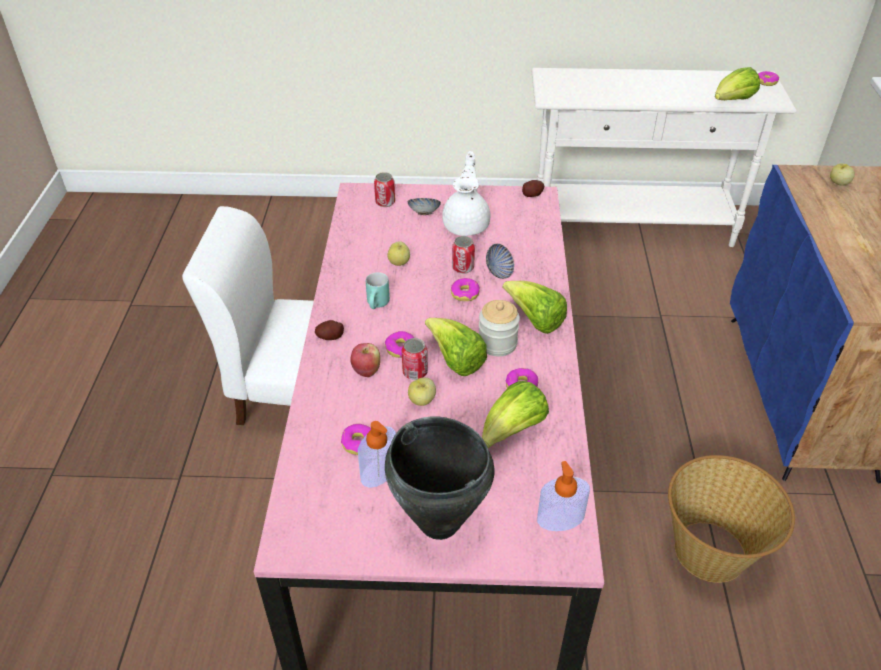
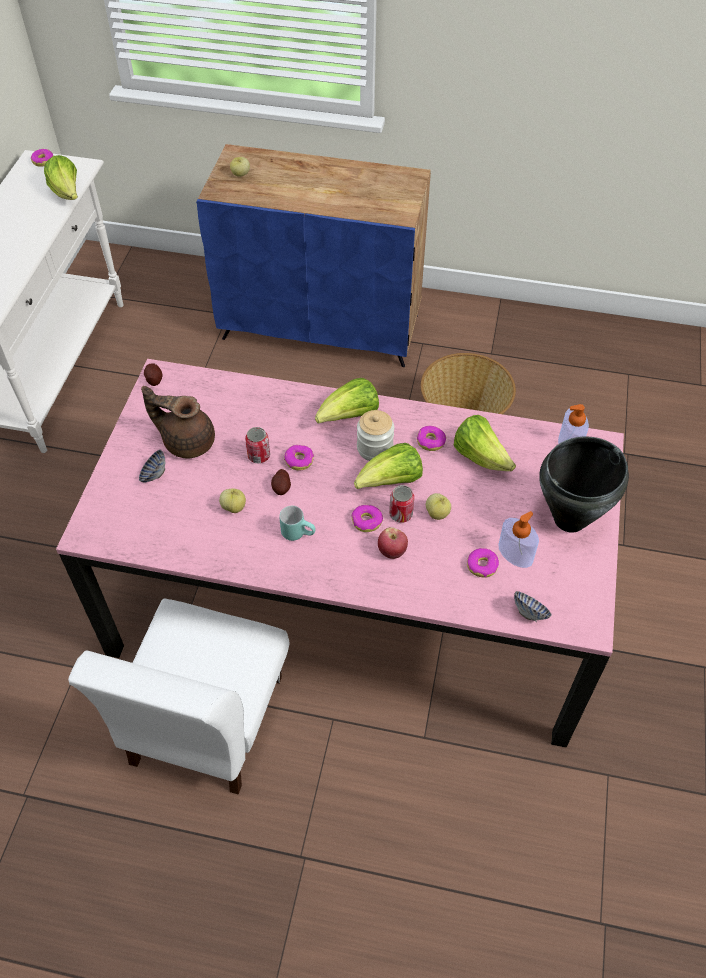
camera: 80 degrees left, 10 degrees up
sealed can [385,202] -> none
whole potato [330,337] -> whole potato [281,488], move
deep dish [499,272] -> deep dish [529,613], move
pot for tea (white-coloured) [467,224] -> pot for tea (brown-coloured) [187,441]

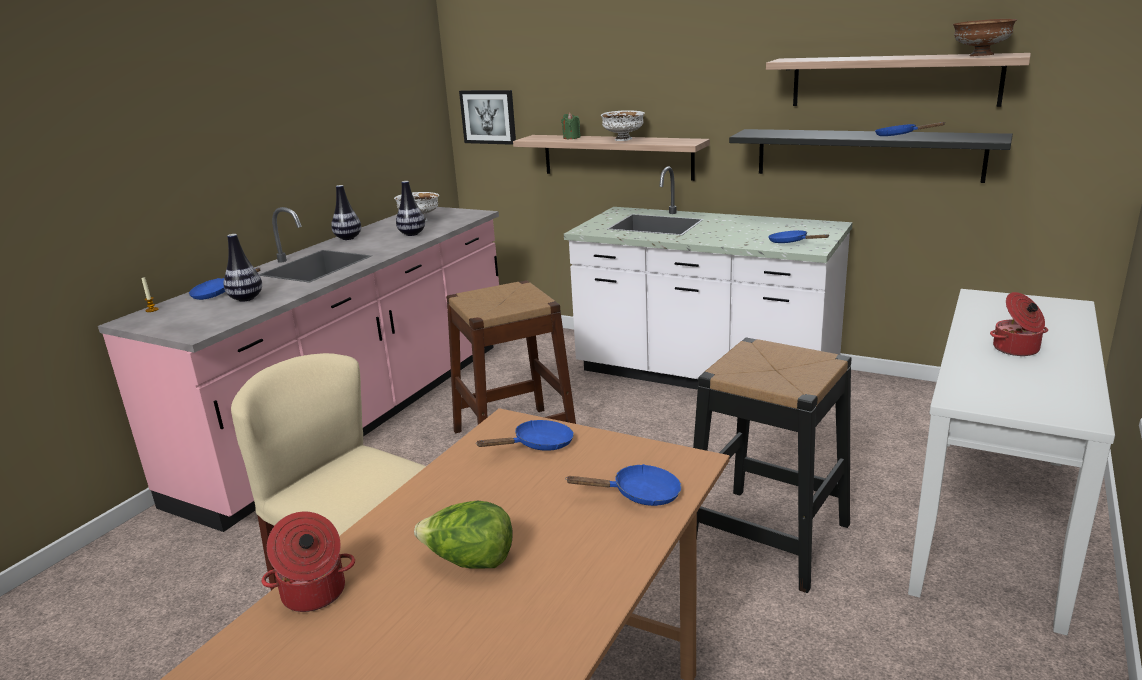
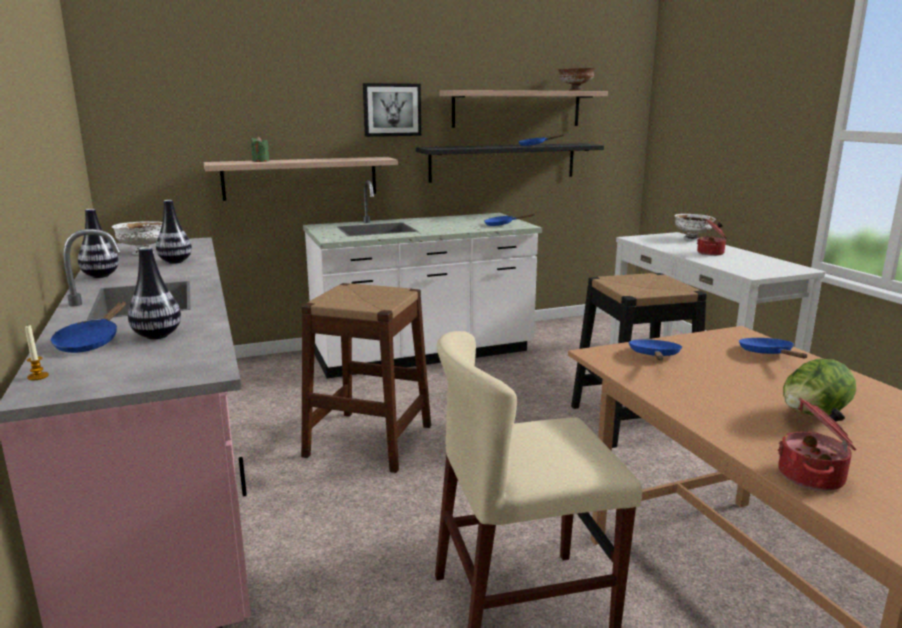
camera: 50 degrees left, 5 degrees down
wall picture [488,117] -> wall picture [392,110], move
deep dish (white-coloured) [623,139] -> deep dish (white-coloured) [692,238], move
frying pan (bluish) [639,495] -> frying pan (bluish) [768,354], 45 degrees counterclockwise

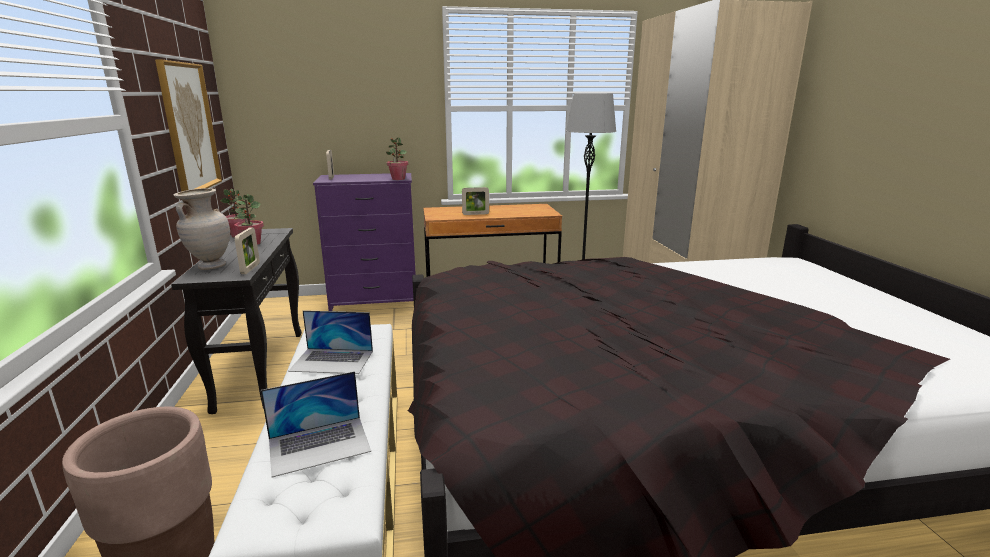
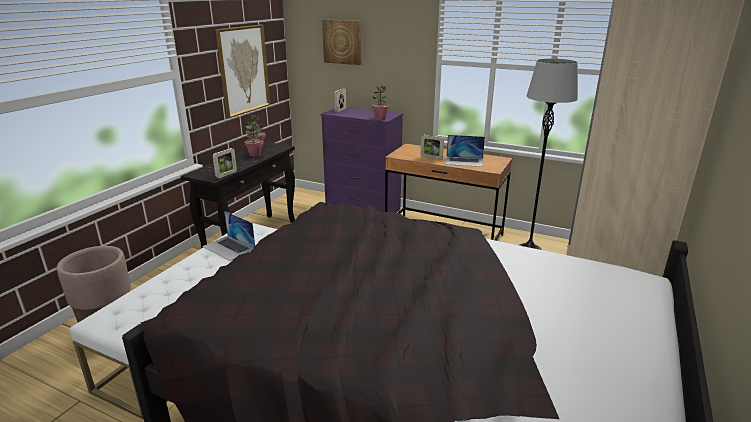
camera: 35 degrees right, 5 degrees up
flower vase (sand-coloured) [211,266] -> none
none -> wall picture [342,42]
notebook computer [319,445] -> notebook computer [464,161], move

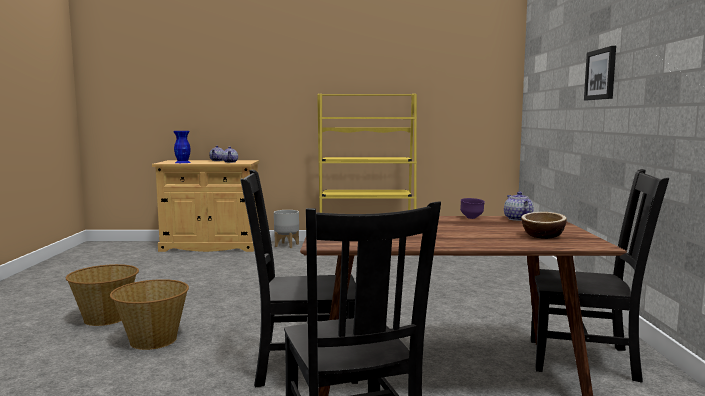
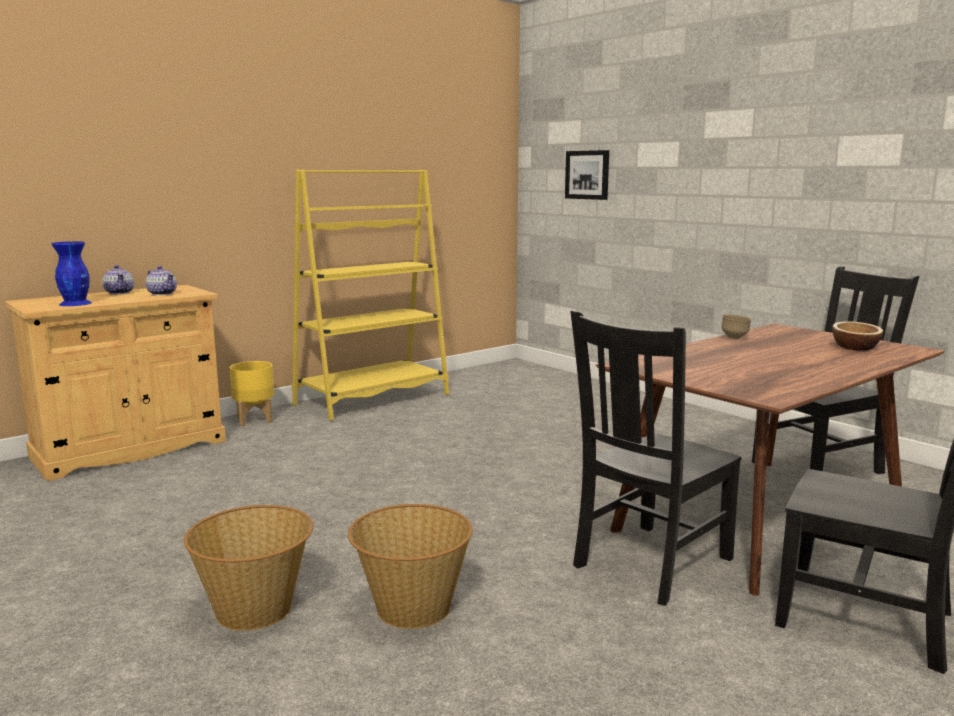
camera: 40 degrees left, 5 degrees up
pot for tea [518,219] -> none
wall picture [601,74] -> wall picture [587,175], move
planter (gray) [287,245] -> planter (yellow-coloured) [254,420]
deep dish (purple-coloured) [472,218] -> deep dish (brown-coloured) [735,338]

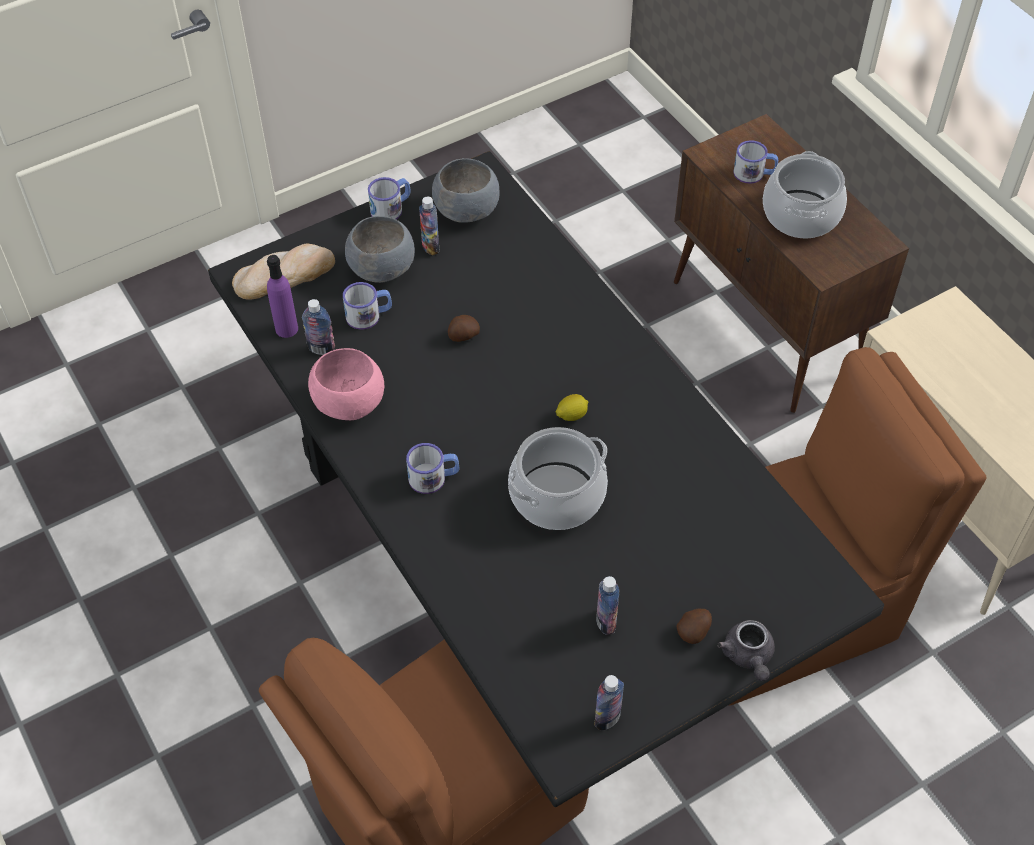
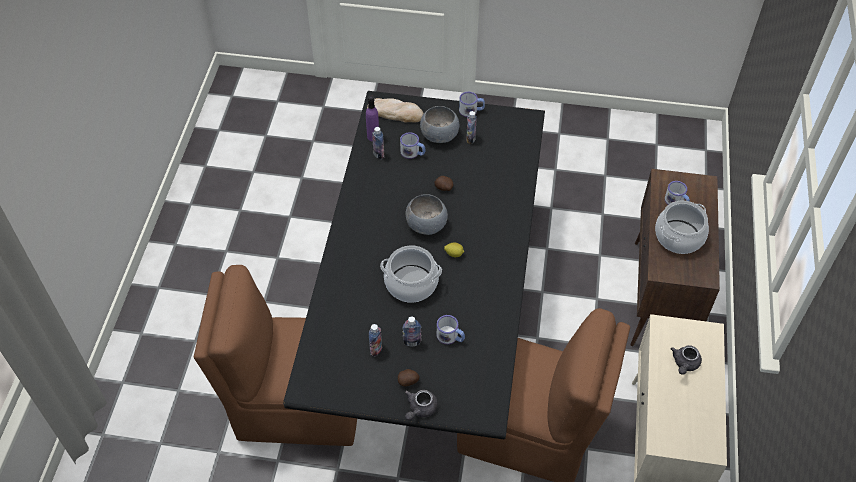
camera: 40 degrees right, 0 degrees up
deep dish (pinkish) [350,403] -> none
none -> pot for tea (gray) [684,364]
coffee mug [434,477] -> coffee mug [450,337], move
deep dish (gray) [468,210] -> deep dish (gray) [427,225], move
bottle [607,718] -> bottle [412,342], move

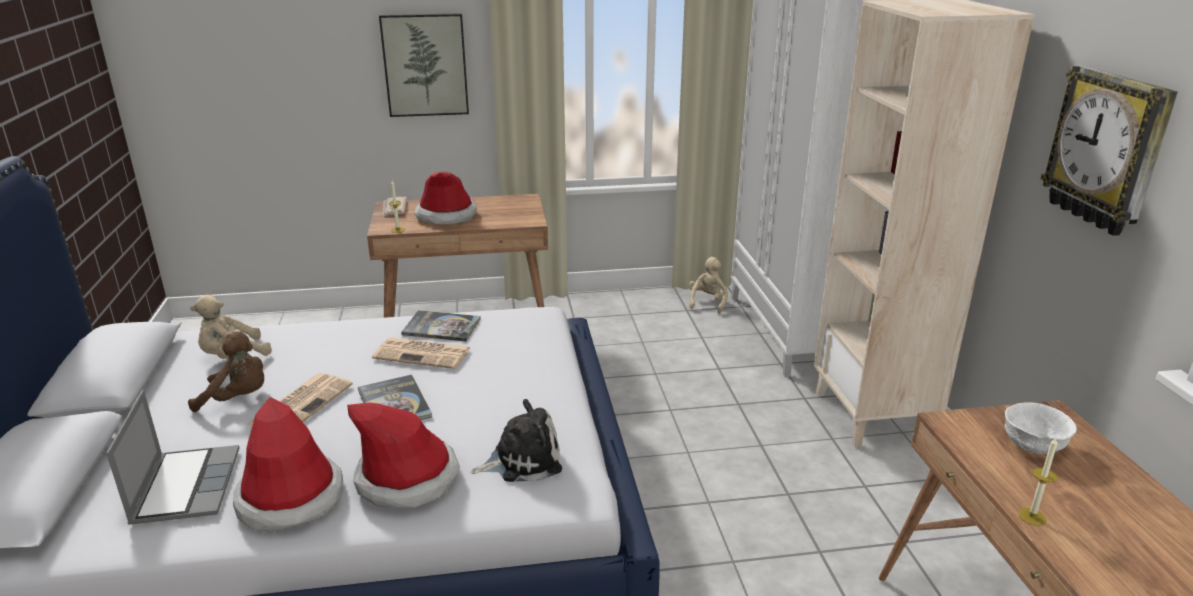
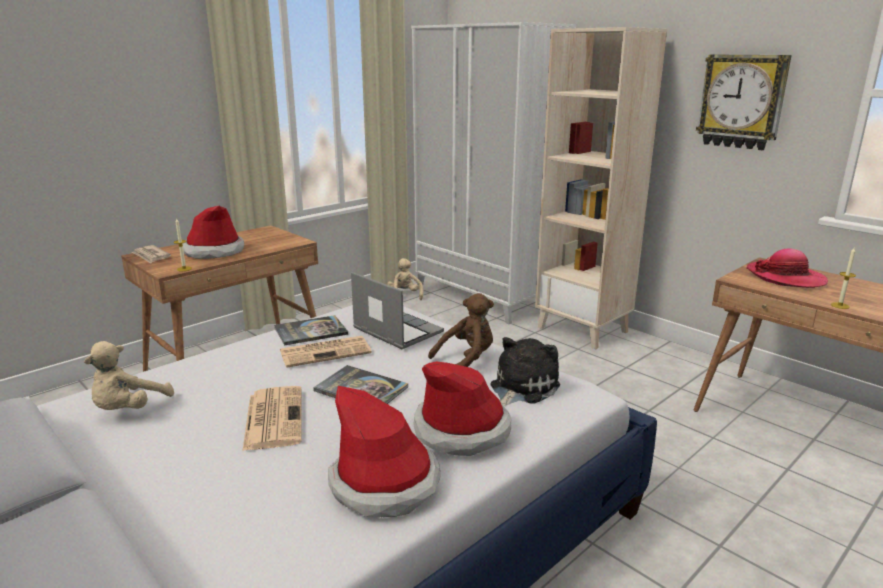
camera: 35 degrees left, 5 degrees down
wall picture [425,65] -> none
notebook computer [185,486] -> notebook computer [396,331], move
cuddly toy (brown-coloured) [238,399] -> cuddly toy (brown-coloured) [466,360], move
deep dish (white-coloured) [1034,445] -> wearable hat [785,278]

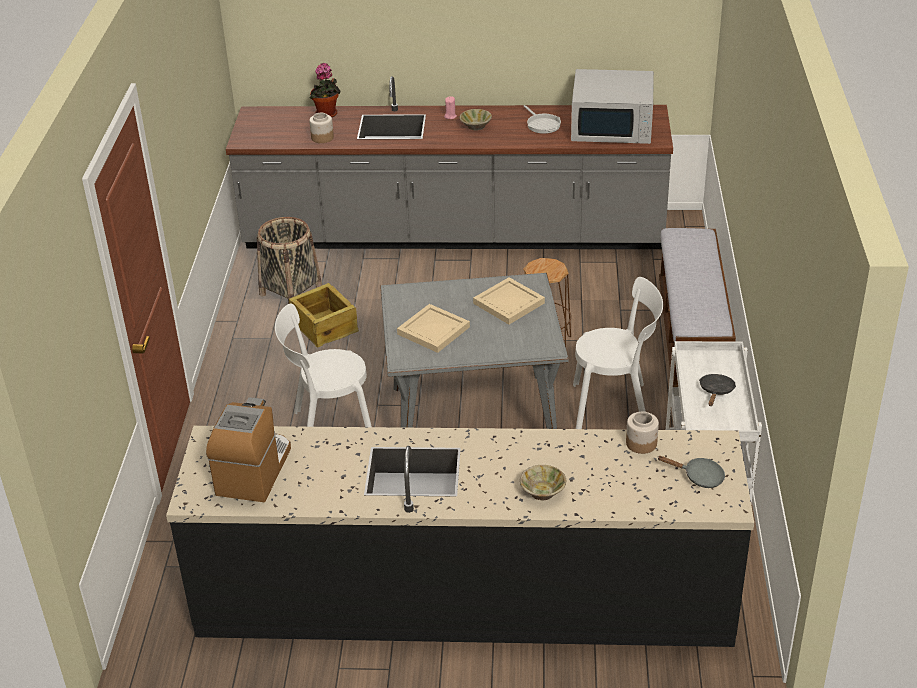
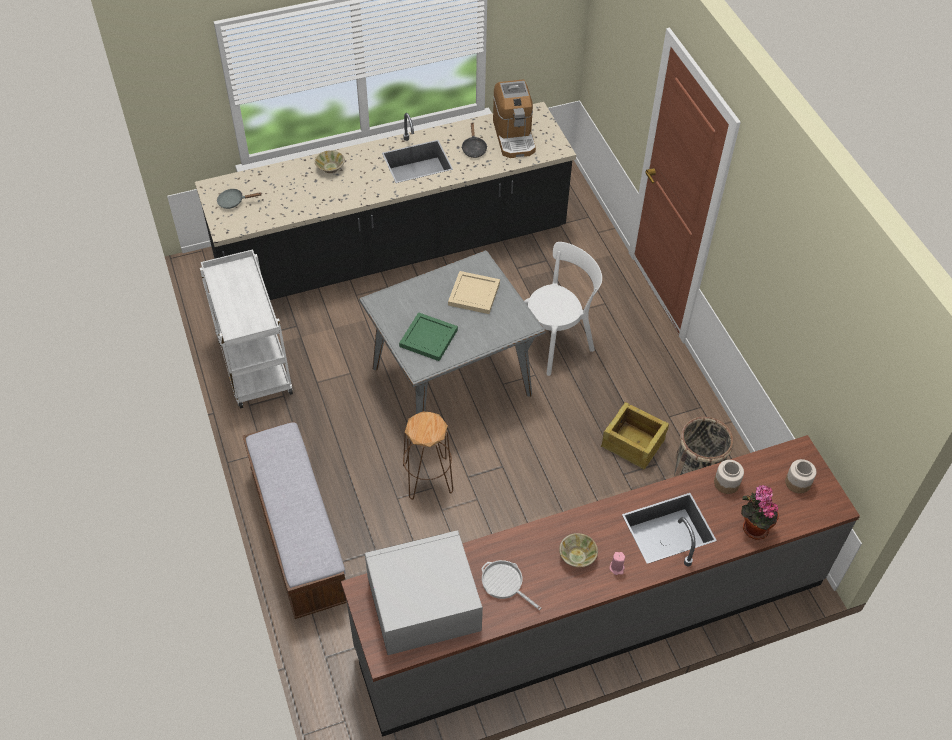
camera: 155 degrees right, 15 degrees up
upright chair (white-coloured) [615,406] -> none
storage jar [641,443] -> storage jar [797,483], move
frying pan (black-coloured) [716,391] -> frying pan (black-coloured) [474,148], move
carrying tray (sand-coloured) [509,304] -> carrying tray (green) [428,337]

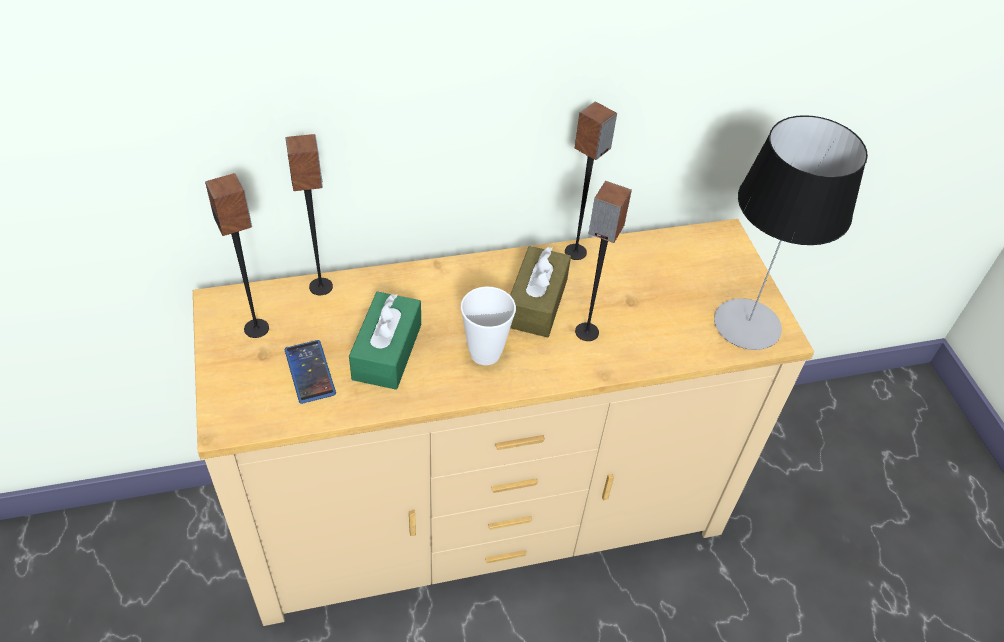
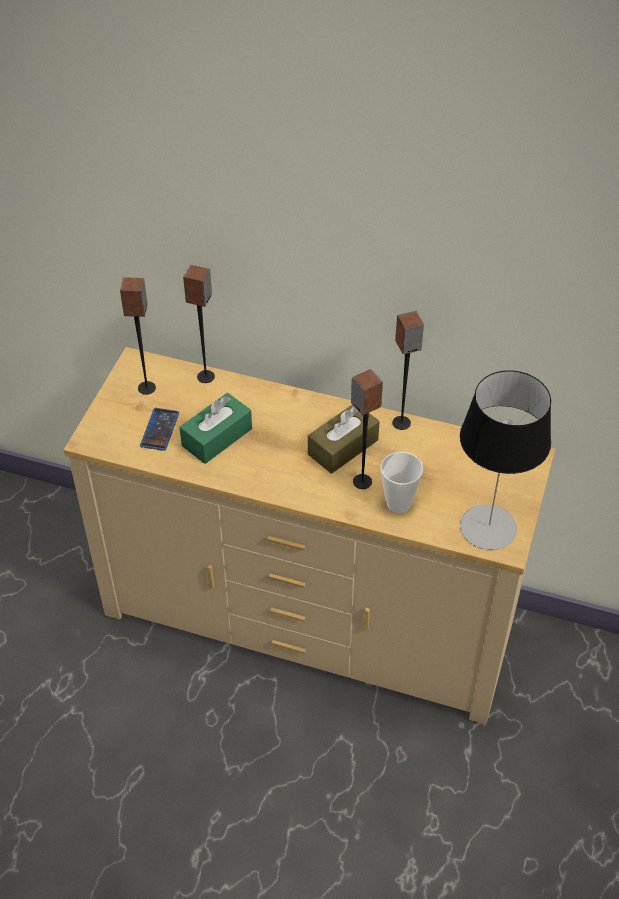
camera: 35 degrees right, 0 degrees up
small cup [485,353] -> small cup [398,503], move

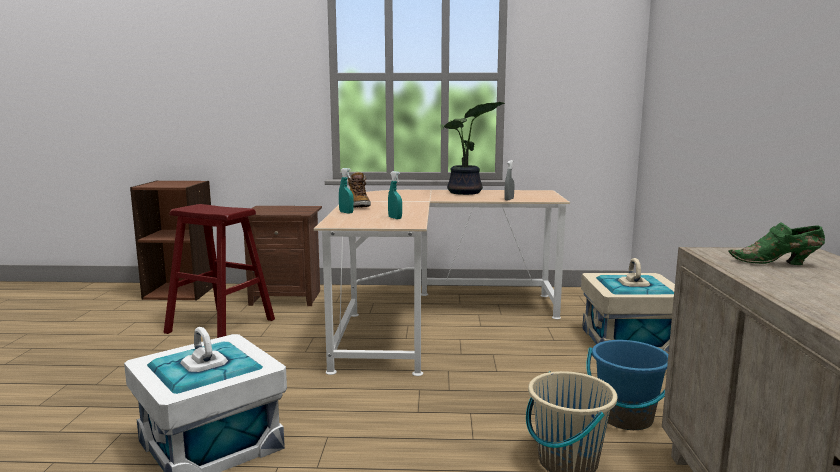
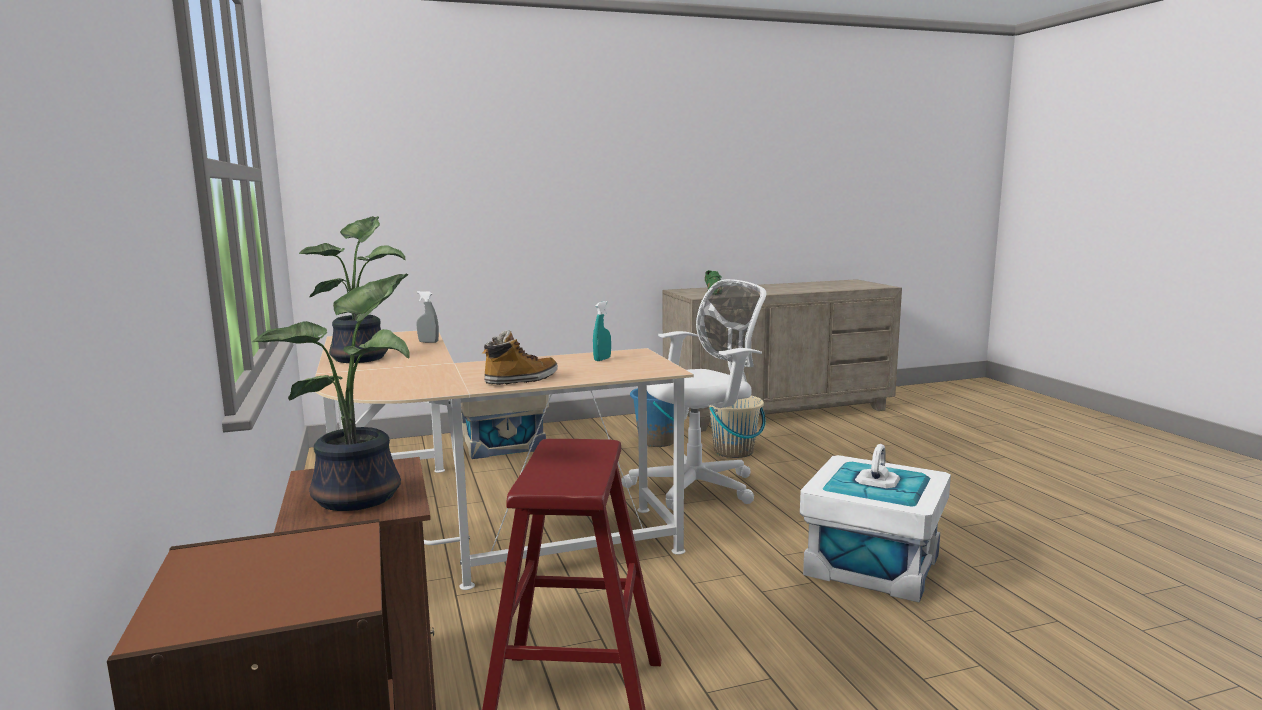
camera: 110 degrees left, 0 degrees up
hand sprayer (turquoise) [346,212] -> none
none -> houseplant [363,496]
none -> computer chair (white-coloured) [699,487]

